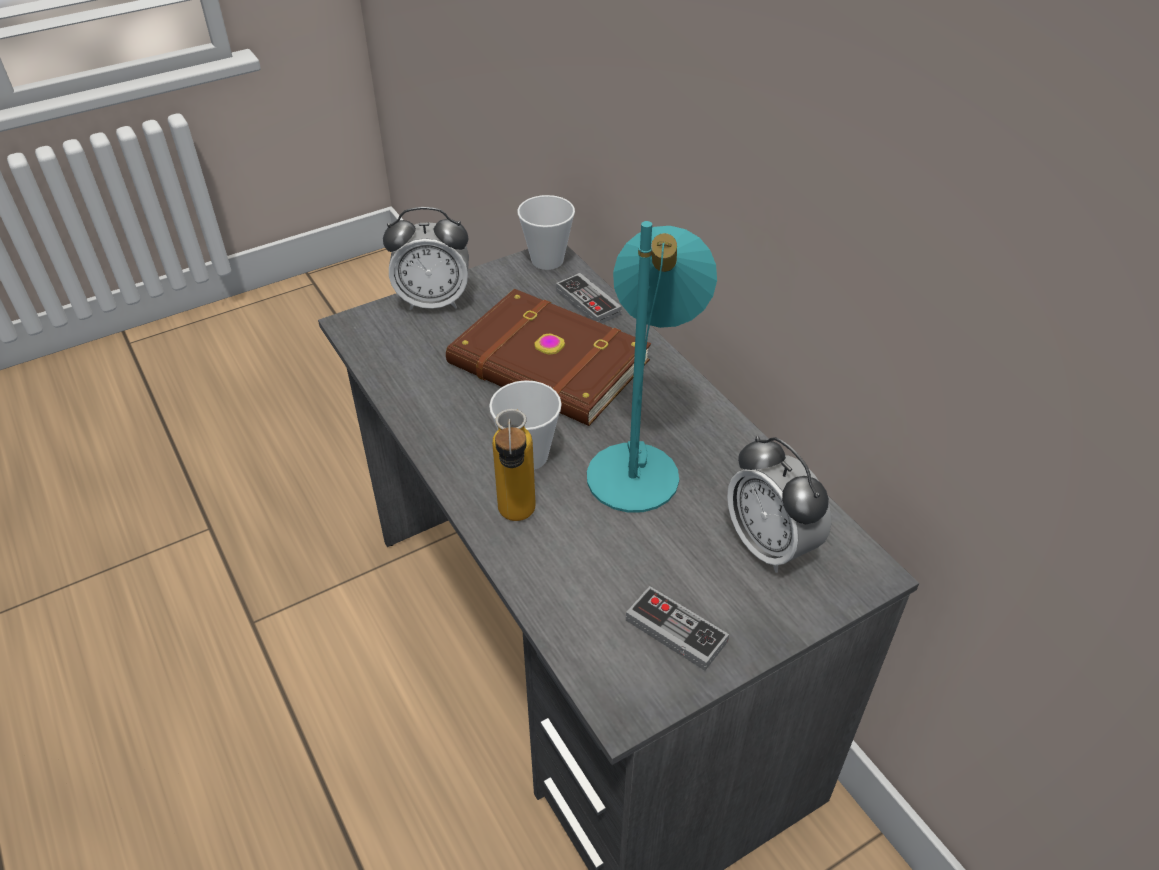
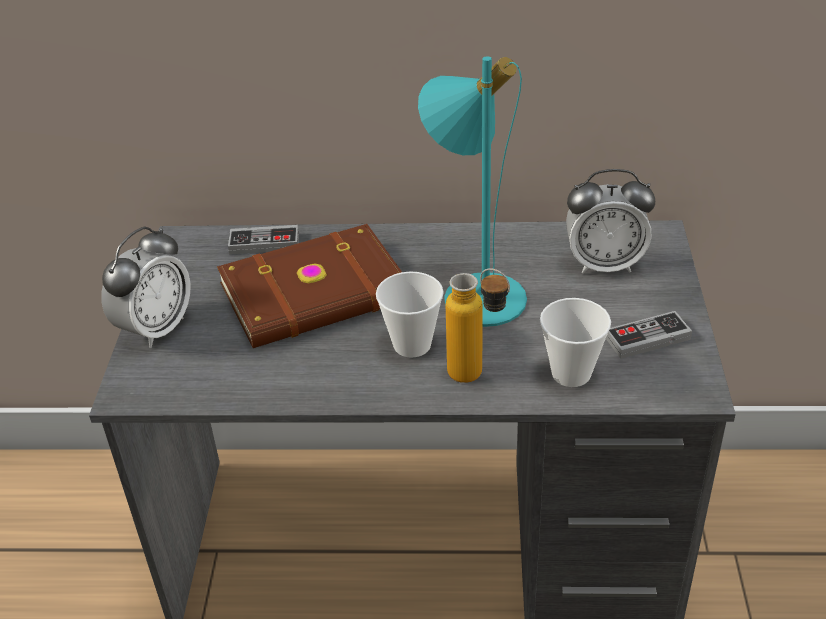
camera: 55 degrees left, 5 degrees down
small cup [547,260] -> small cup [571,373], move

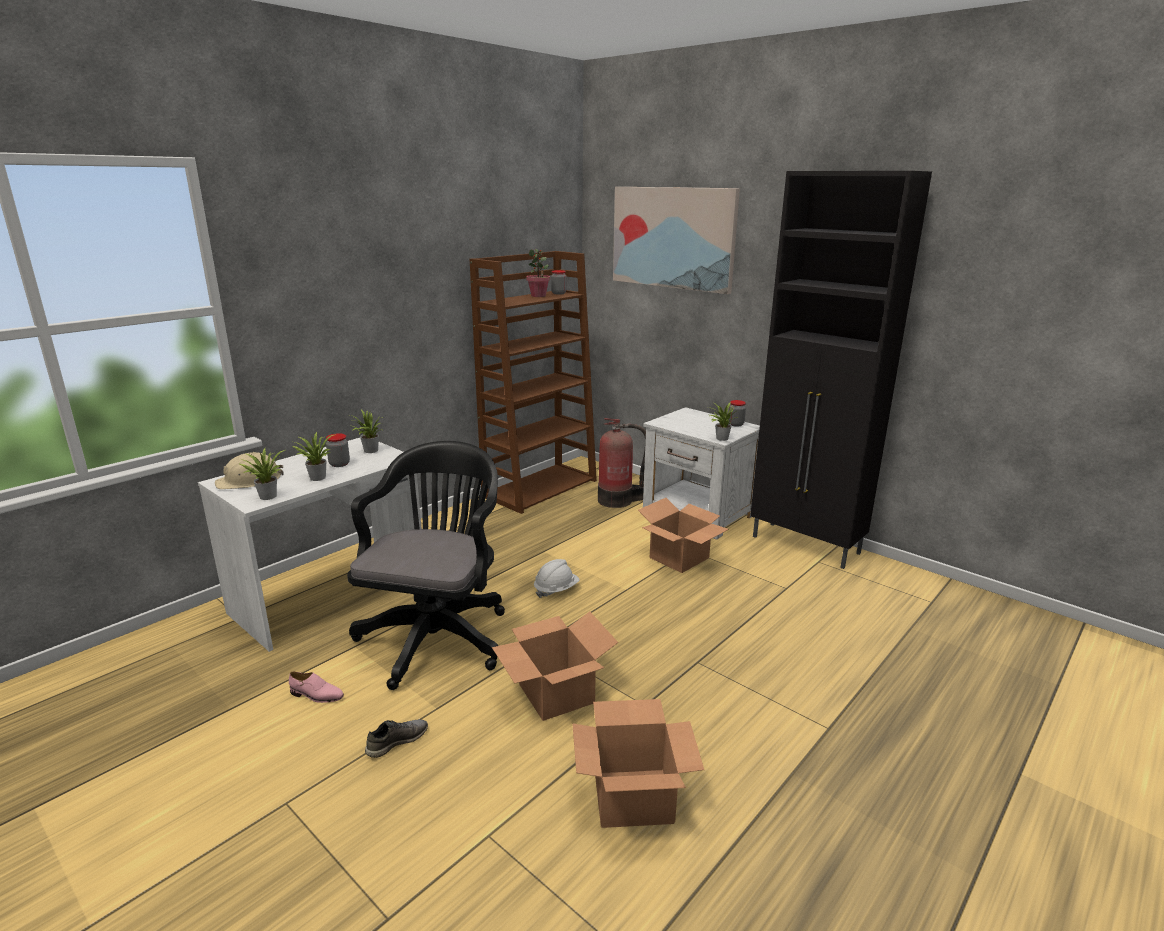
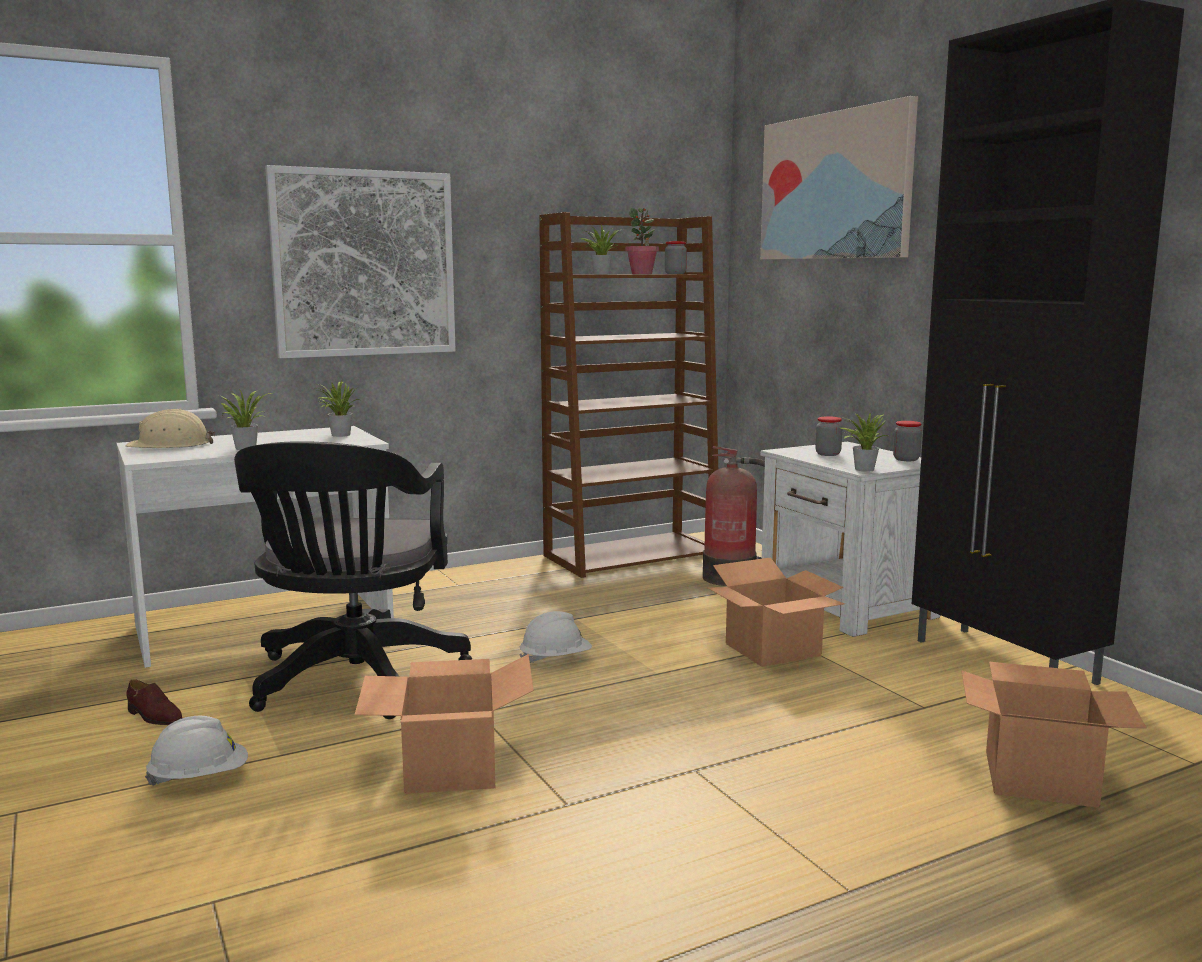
camera: 20 degrees right, 10 degrees down
none -> wall picture [364,263]
houseplant [267,496] -> houseplant [600,274], move
storage jar [339,464] -> storage jar [828,454], move
packing box [632,798] -> packing box [1038,779], move
shoe (gray) [397,741] -> work helmet (white-coloured) [199,778]
shoe (pinkish) [316,695] -> shoe (brown-coloured) [154,716]
computer chair (black-coloured) [437,635] -> computer chair (black-coloured) [354,682], 150 degrees clockwise

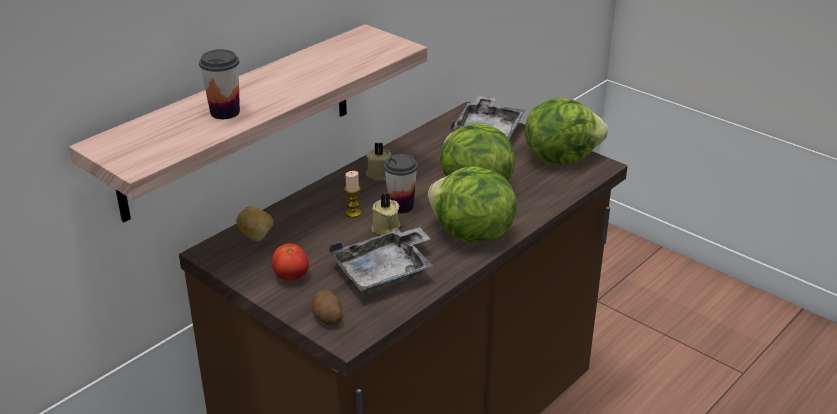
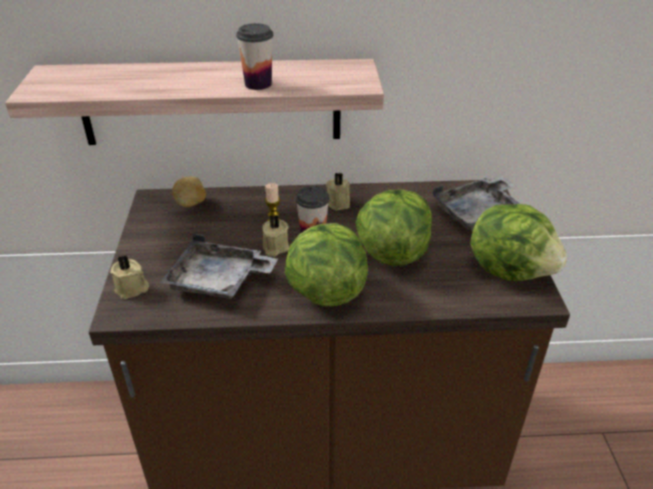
camera: 45 degrees right, 5 degrees up
whole tomato [291,277] -> none
small cup [225,112] -> small cup [258,84], move
whole potato [327,317] -> wax light (sand-coloured) [132,289]

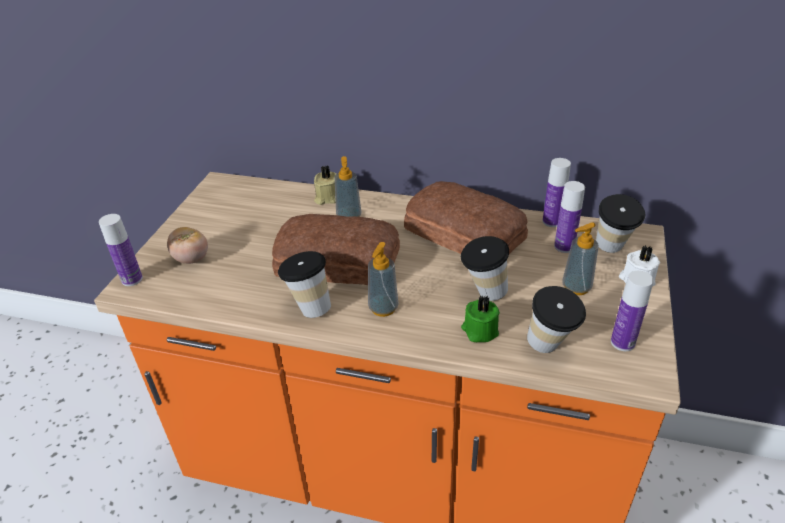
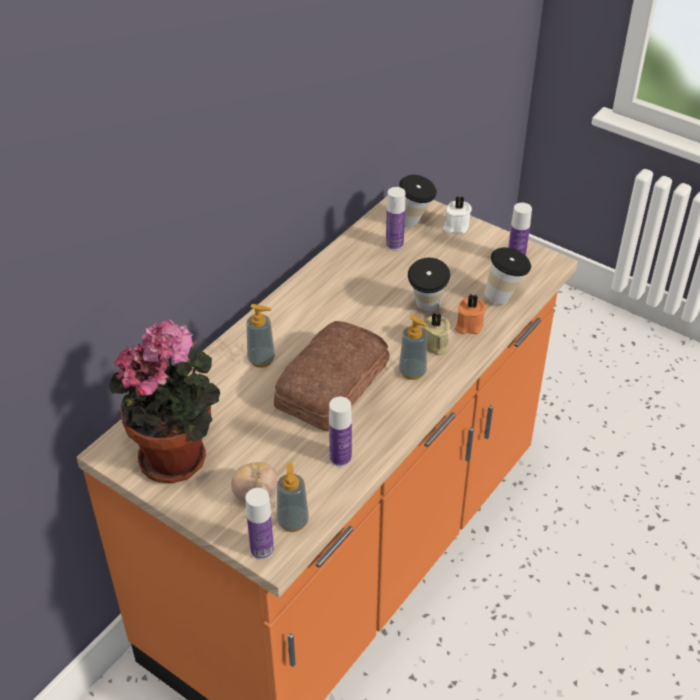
camera: 70 degrees left, 5 degrees up
small cup [309,307] -> none
bakery bread [464,233] -> none
none -> houseplant [178,456]
wax light (sand-coloured) [326,198] -> wax light (sand-coloured) [434,345], move
bottle [552,221] -> bottle [340,458], move
liquid soap bottle [576,287] -> liquid soap bottle [293,522], move
wax light (green) [479,331] -> wax light (orangey) [468,325]

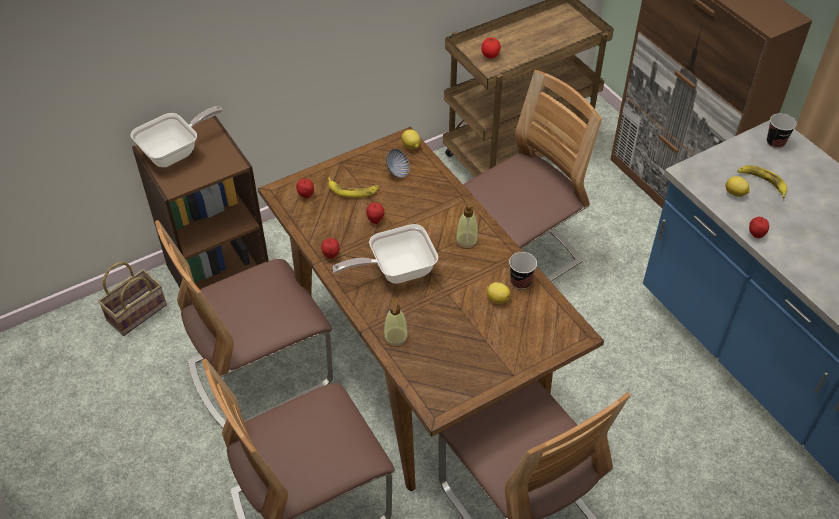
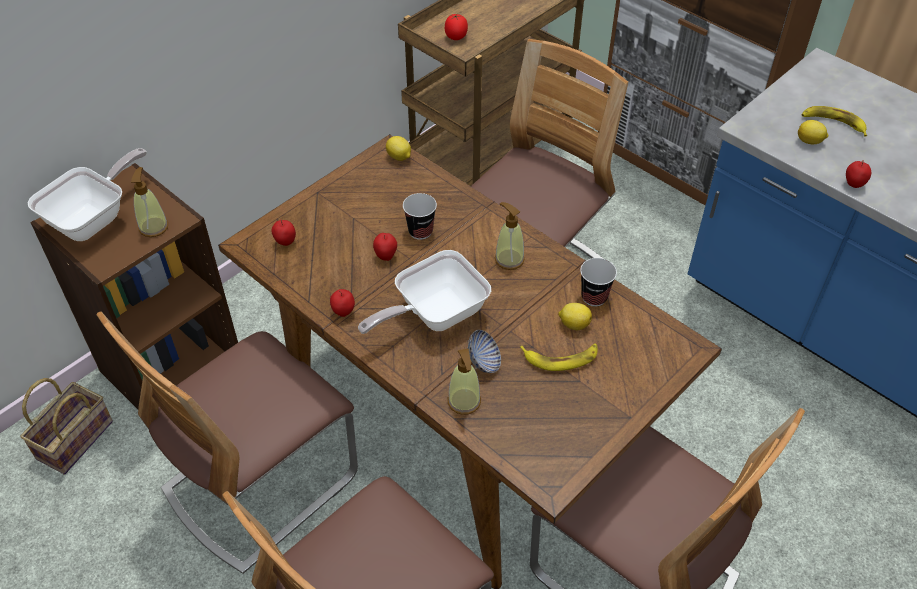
camera: 15 degrees left, 0 degrees up
none -> liquid soap bottle [153,227]
banana [352,190] -> banana [561,358], move
deep dish [397,171] -> deep dish [484,362], move
small cup [775,142] -> small cup [420,231], move

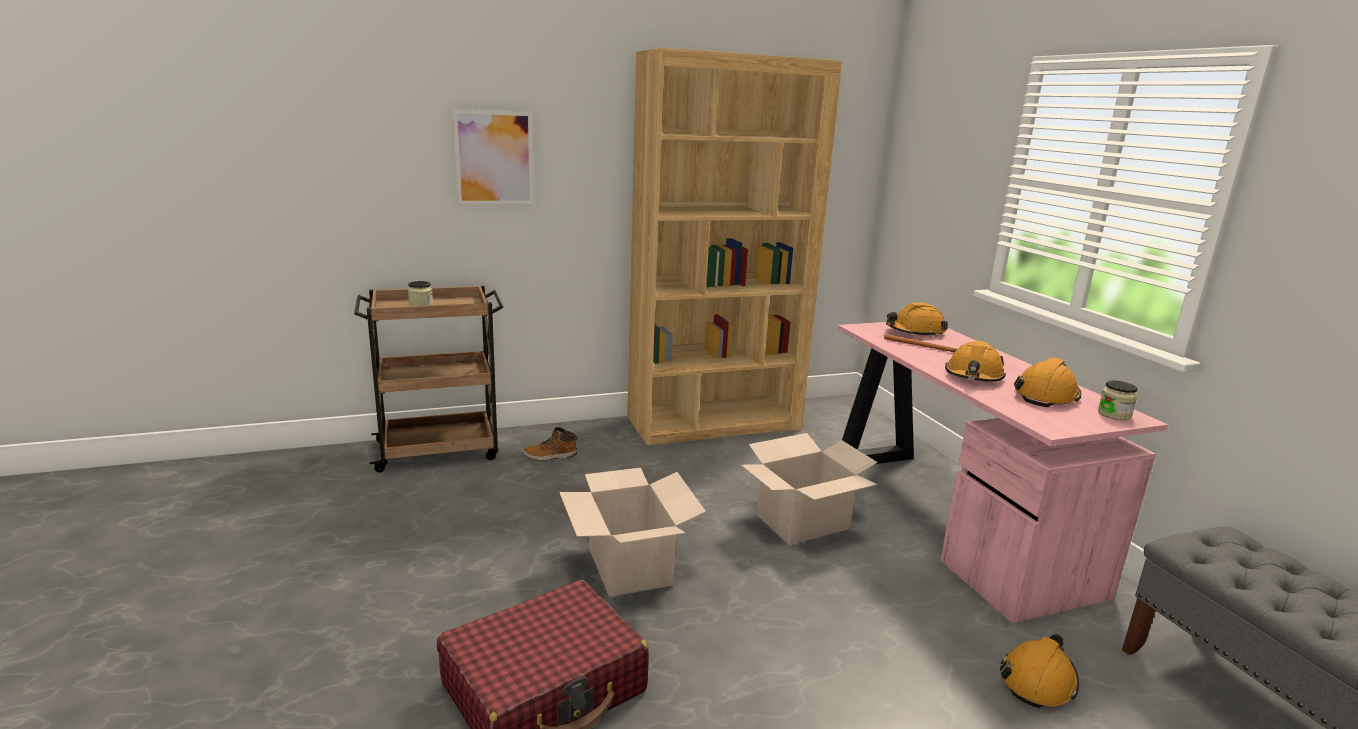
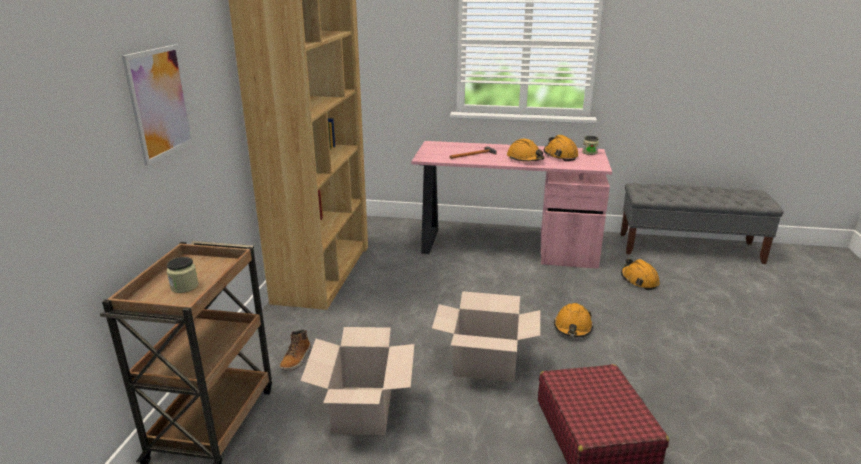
camera: 60 degrees left, 5 degrees up
packing box [802,521] -> packing box [362,410], move
work helmet (orangey) [915,332] -> work helmet (orangey) [573,327], move

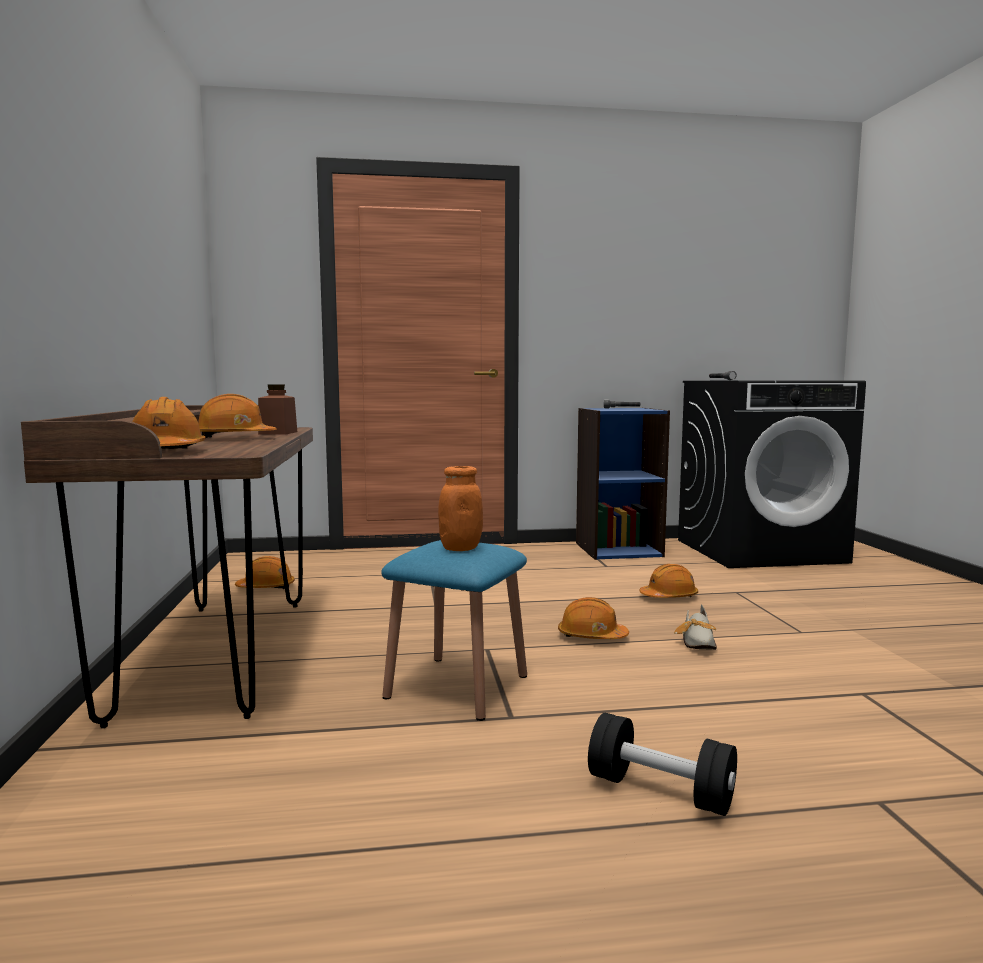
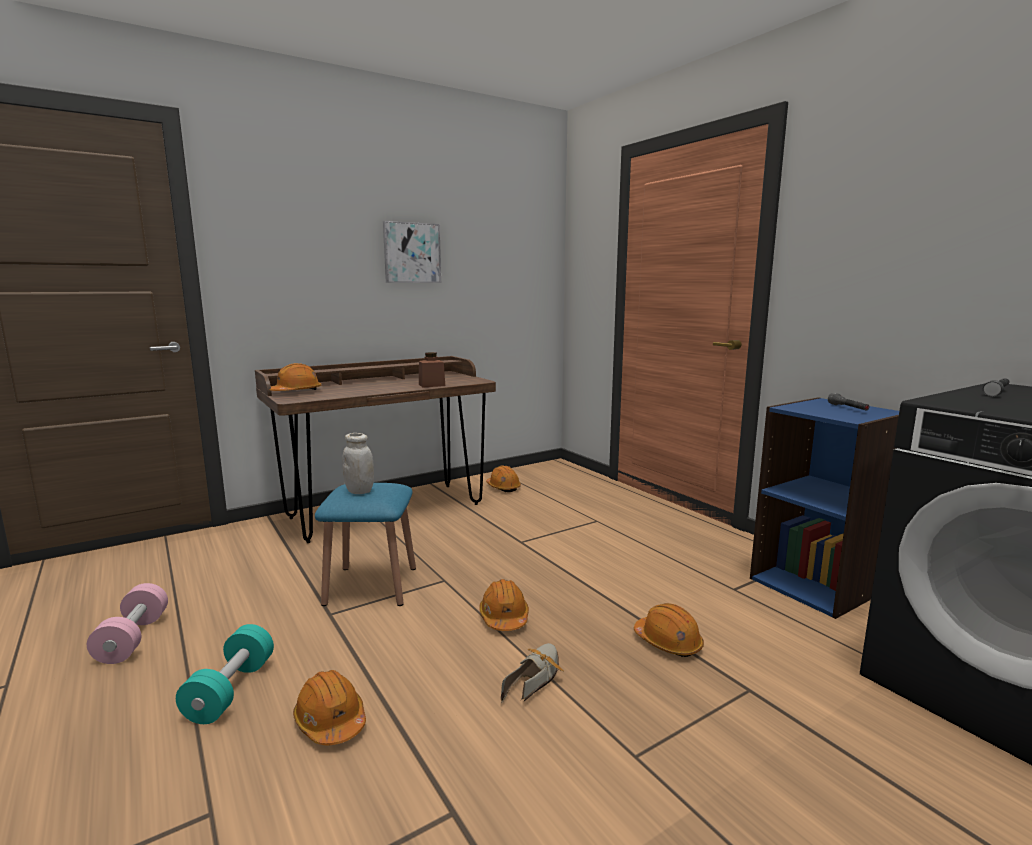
camera: 65 degrees right, 5 degrees up
none -> free weight (pinkish) [133,639]
none -> wall picture [411,253]
work helmet (orangey) [234,438] -> work helmet (orangey) [330,721], move
storage jar (orangey) [460,548] -> storage jar (white-coloured) [359,491]
free weight (black-coloured) [660,791] -> free weight (turquoise) [230,690]
shoe [698,642] -> shoe [535,678], 135 degrees clockwise

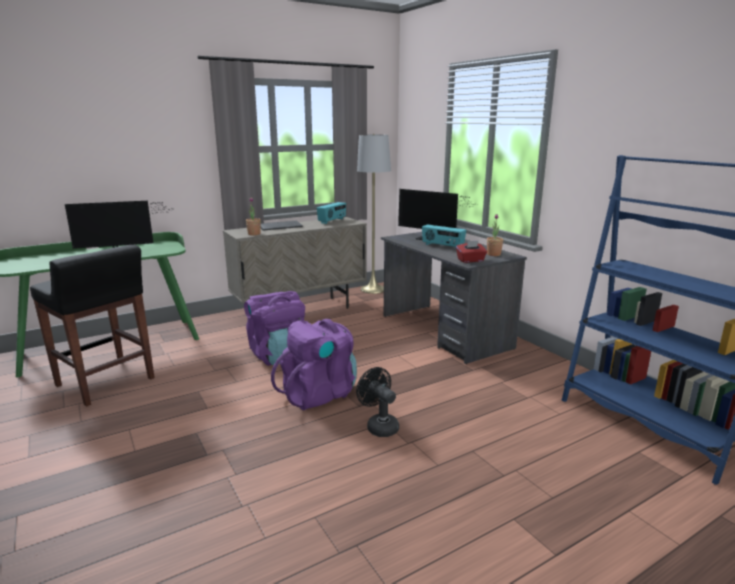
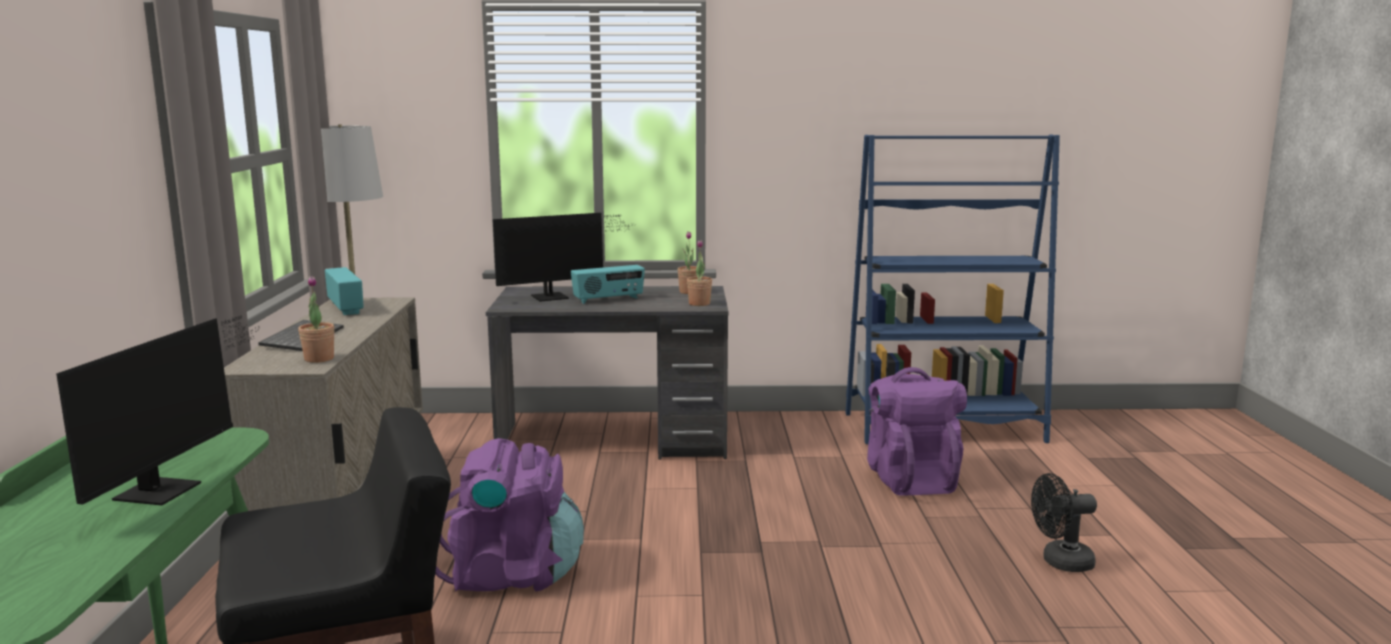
camera: 60 degrees left, 5 degrees down
backpack (purple-coloured) [319,394] -> backpack (purple-coloured) [911,479], move
electric fan (black-coloured) [379,426] -> electric fan (black-coloured) [1060,562], move
tissue holder (reddish) [470,260] -> houseplant [699,304]

